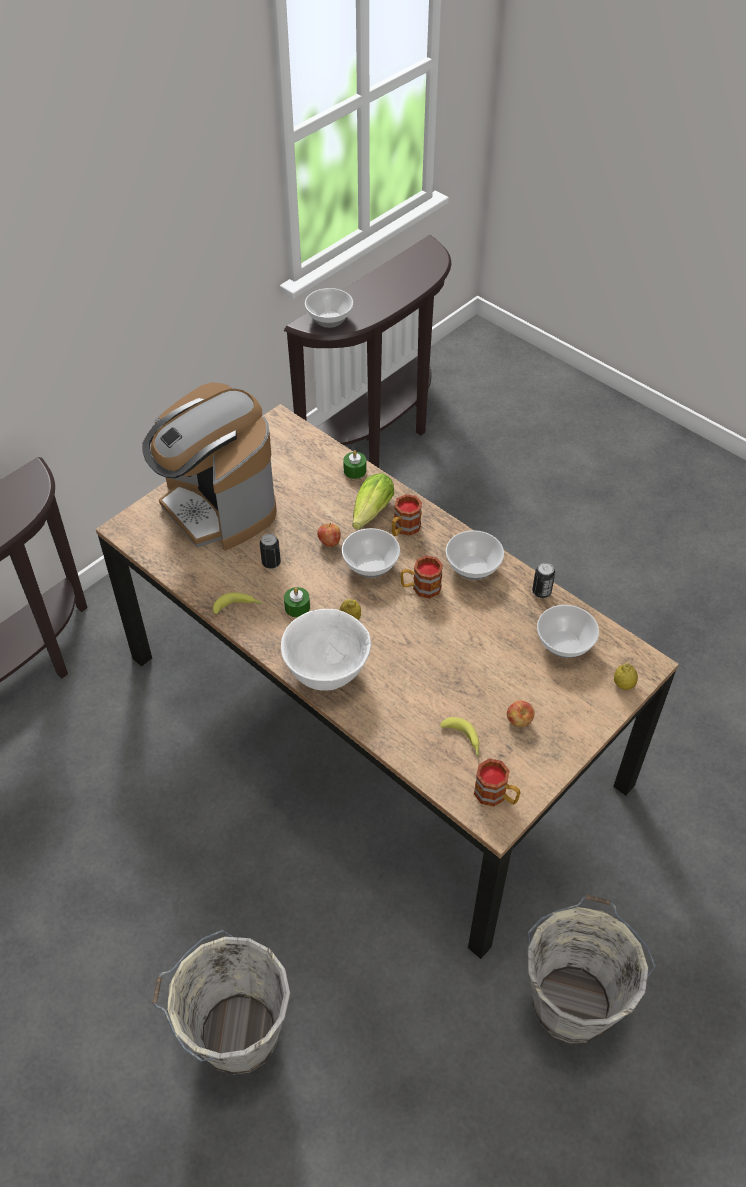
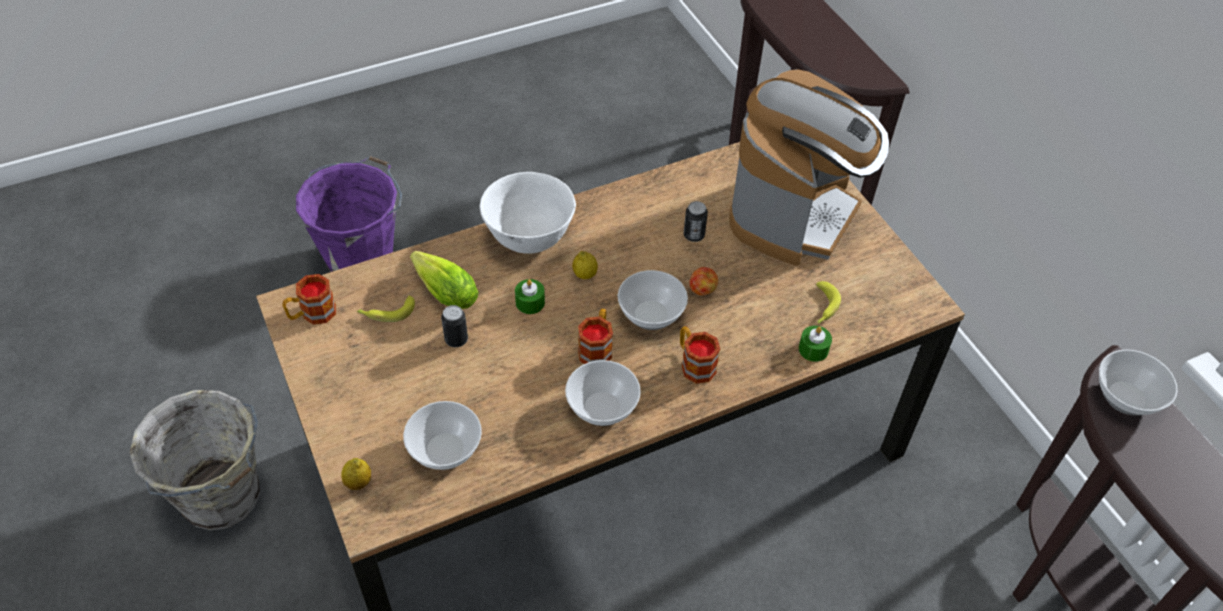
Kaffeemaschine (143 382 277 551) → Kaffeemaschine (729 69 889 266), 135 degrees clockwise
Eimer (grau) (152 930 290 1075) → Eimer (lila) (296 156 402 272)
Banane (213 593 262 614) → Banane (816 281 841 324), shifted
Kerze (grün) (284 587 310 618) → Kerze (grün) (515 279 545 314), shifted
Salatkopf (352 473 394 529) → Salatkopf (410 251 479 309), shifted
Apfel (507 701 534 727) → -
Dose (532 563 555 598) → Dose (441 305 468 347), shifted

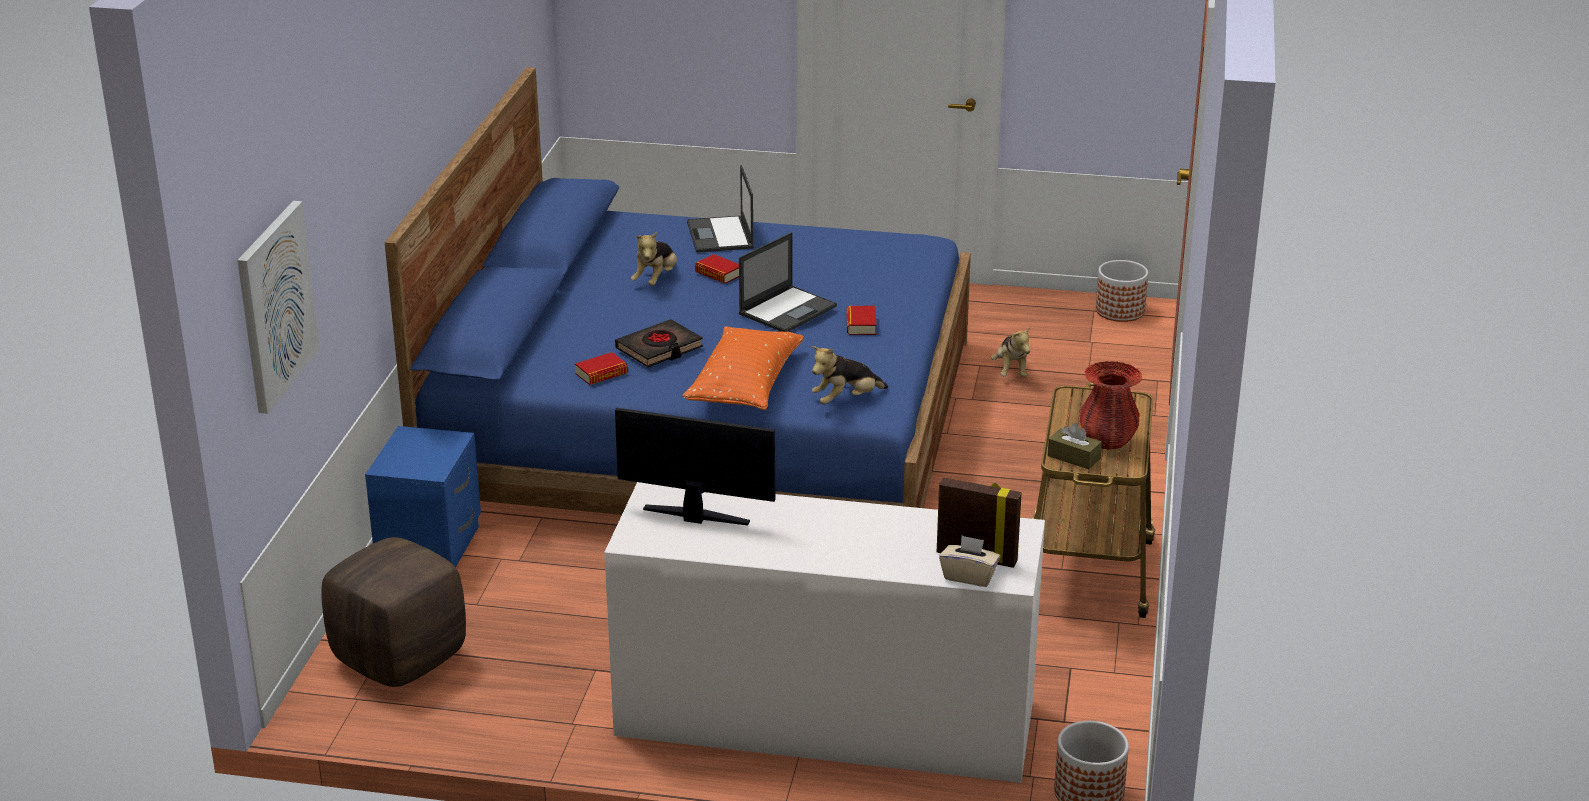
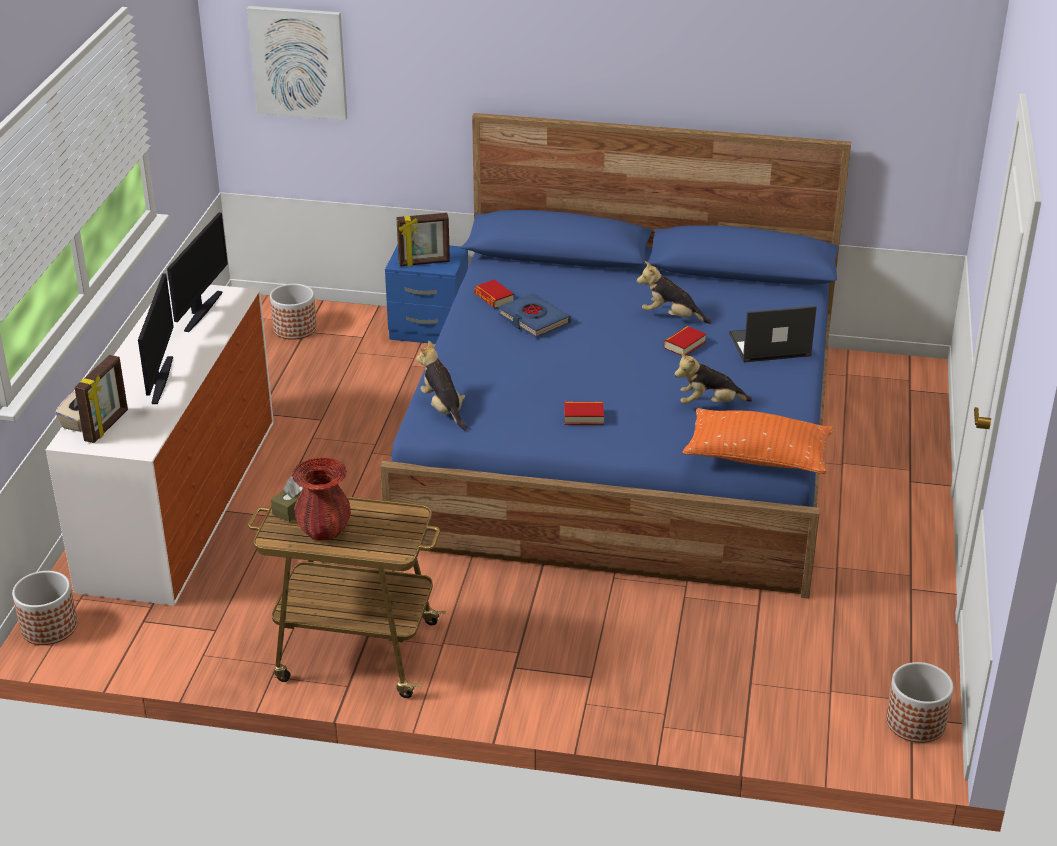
Polsterhocker (braun) (321 537 466 687) → Pflanzkübel (270 284 317 340)
Buch (schwarz) (615 319 703 367) → Buch (blau) (498 293 571 338)
Kissen (orange) (683 326 804 410) → Kissen (orange) (683 408 833 474), shifted
Laptop (739 232 837 332) → -
Plüschtier (991 327 1030 377) → Plüschtier (675 352 753 404), shifted
- → Monitor (138 273 174 404)
- → Bilderrahmen (396 213 450 266)

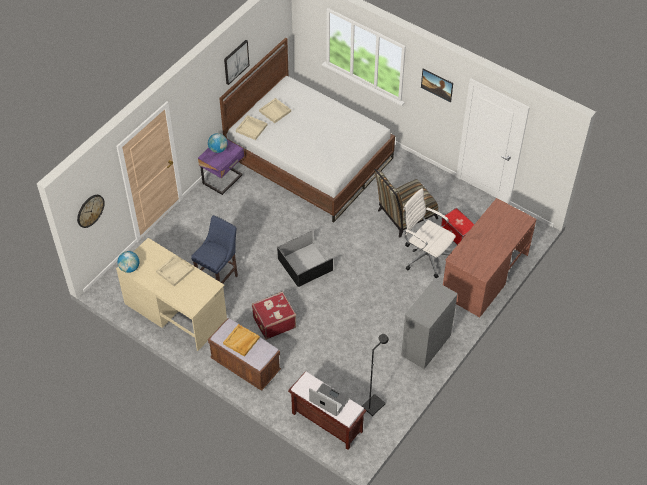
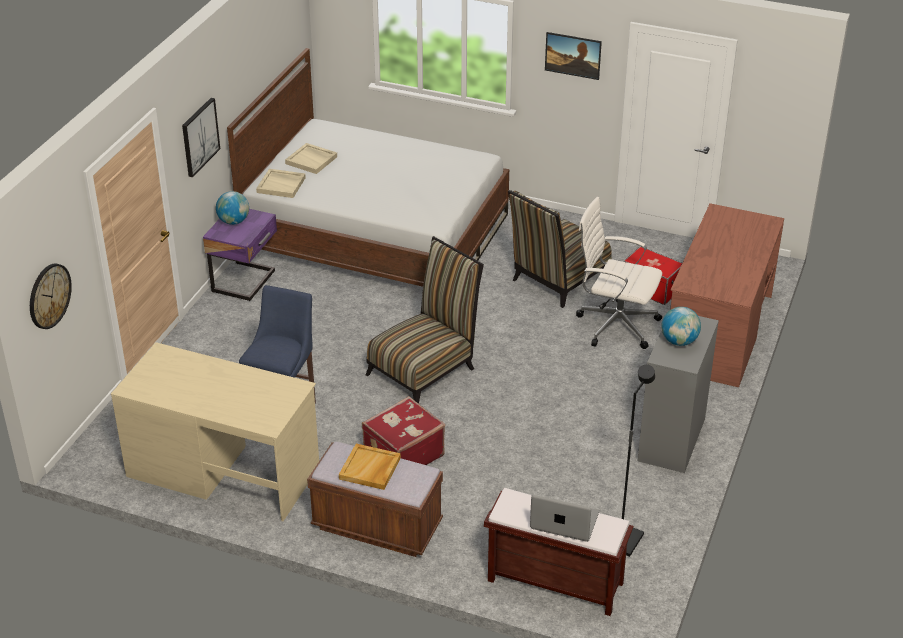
Globus (117 251 139 273) → Globus (661 307 701 346), shifted
Tablett (beige) (156 255 193 286) → -
Bild (224 40 249 85) → Bild (182 98 220 177), shifted
Aufbewahrungsbox (schwarz) (277 231 333 287) → Stuhl (366 236 484 404)

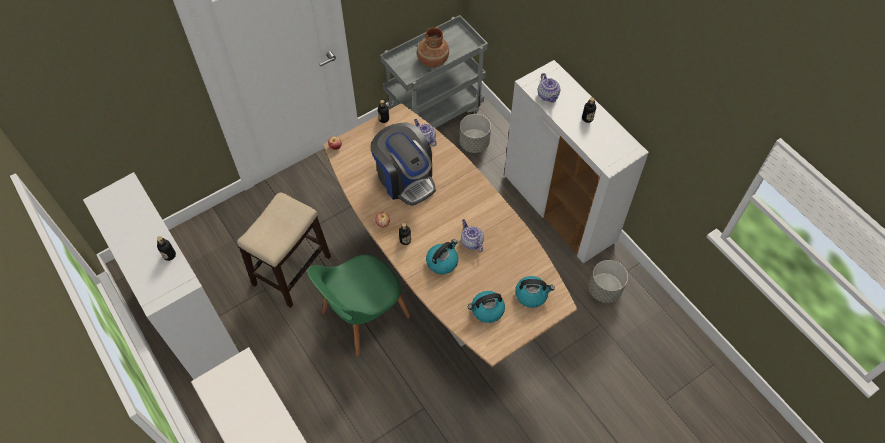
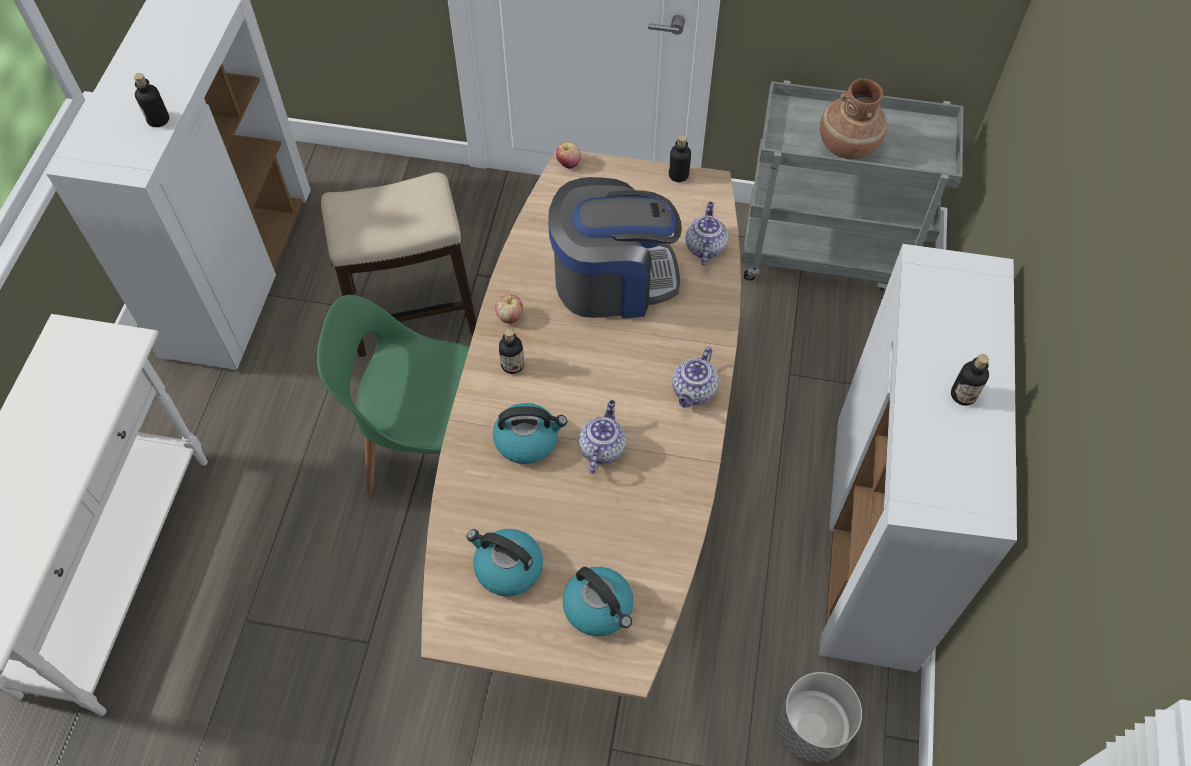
Kaffeemaschine (371 122 436 206) → Kaffeemaschine (548 177 682 319), 105 degrees counterclockwise
Pflanzkübel (grau) (460 114 491 153) → -
Teekanne (538 73 560 103) → Teekanne (672 347 719 408), shifted

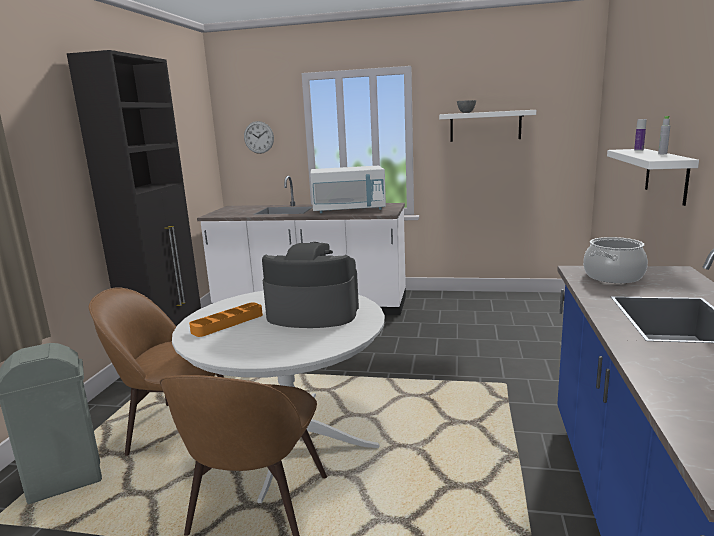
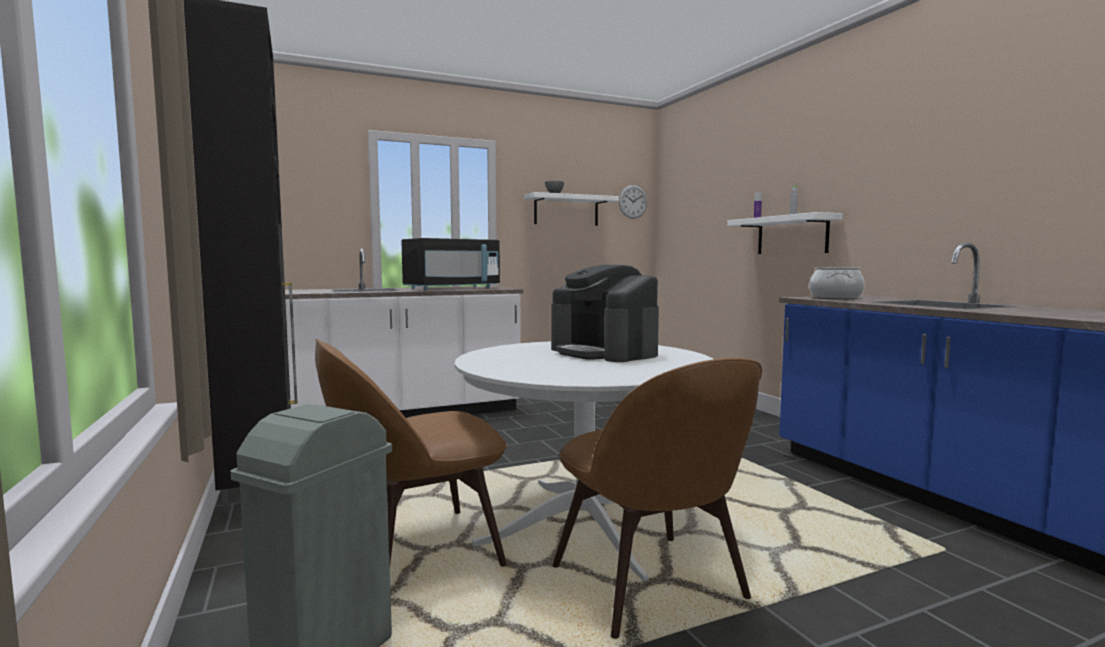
Tablett (orange) (189 302 263 337) → -
Wanduhr (244 121 274 154) → Wanduhr (619 185 647 219), shifted
Kaffeemaschine (262 242 359 328) → Kaffeemaschine (551 265 659 362), 105 degrees counterclockwise
Mikrowelle (weiß) (310 166 386 213) → Mikrowelle (schwarz) (401 238 500 290)

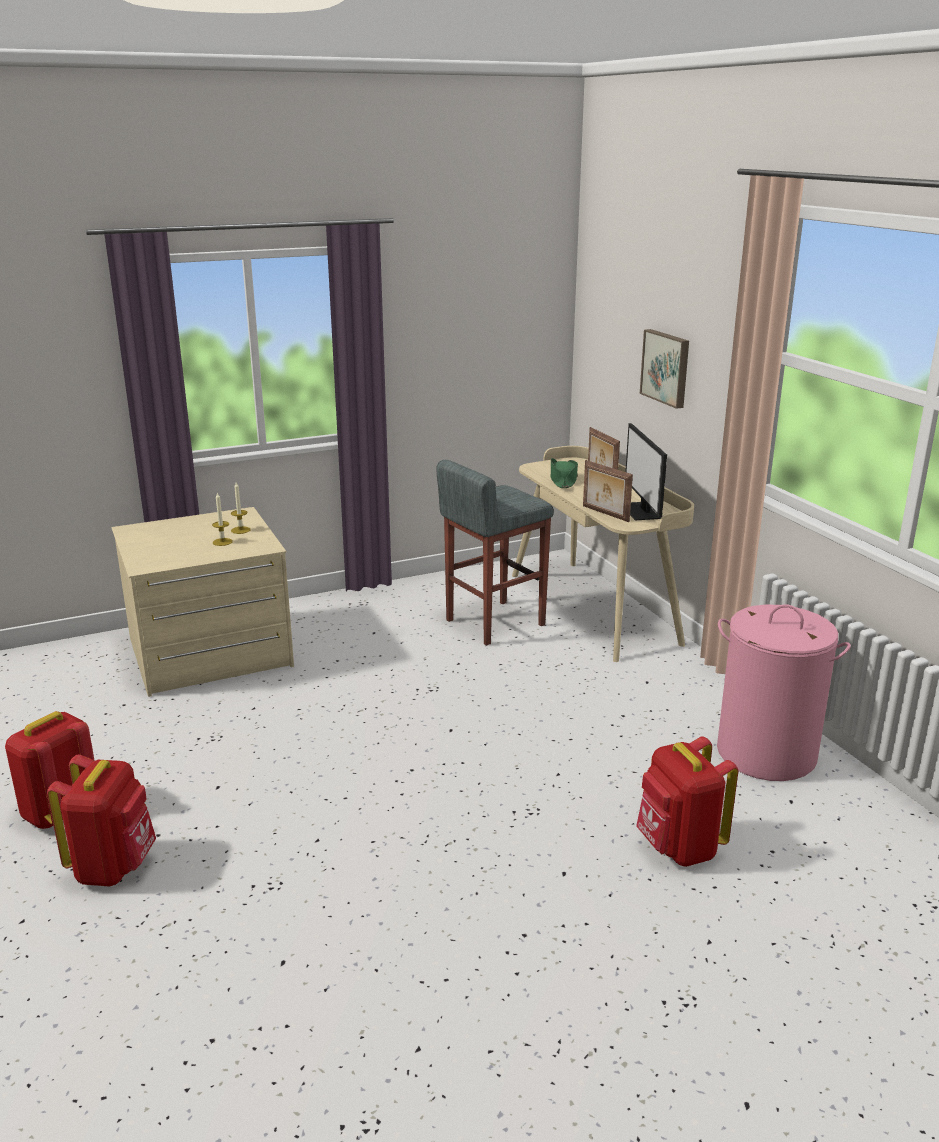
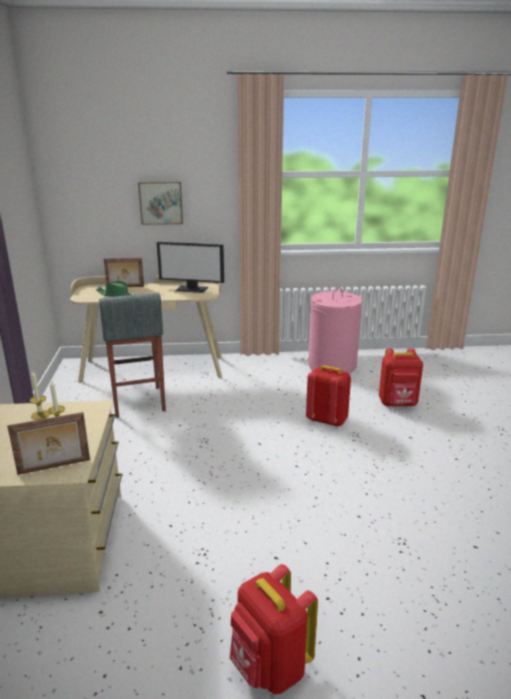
Rucksack (rot) (47 754 156 886) → Rucksack (rot) (306 365 351 427), shifted
Bilderrahmen (583 460 633 522) → Bilderrahmen (7 412 90 475), shifted

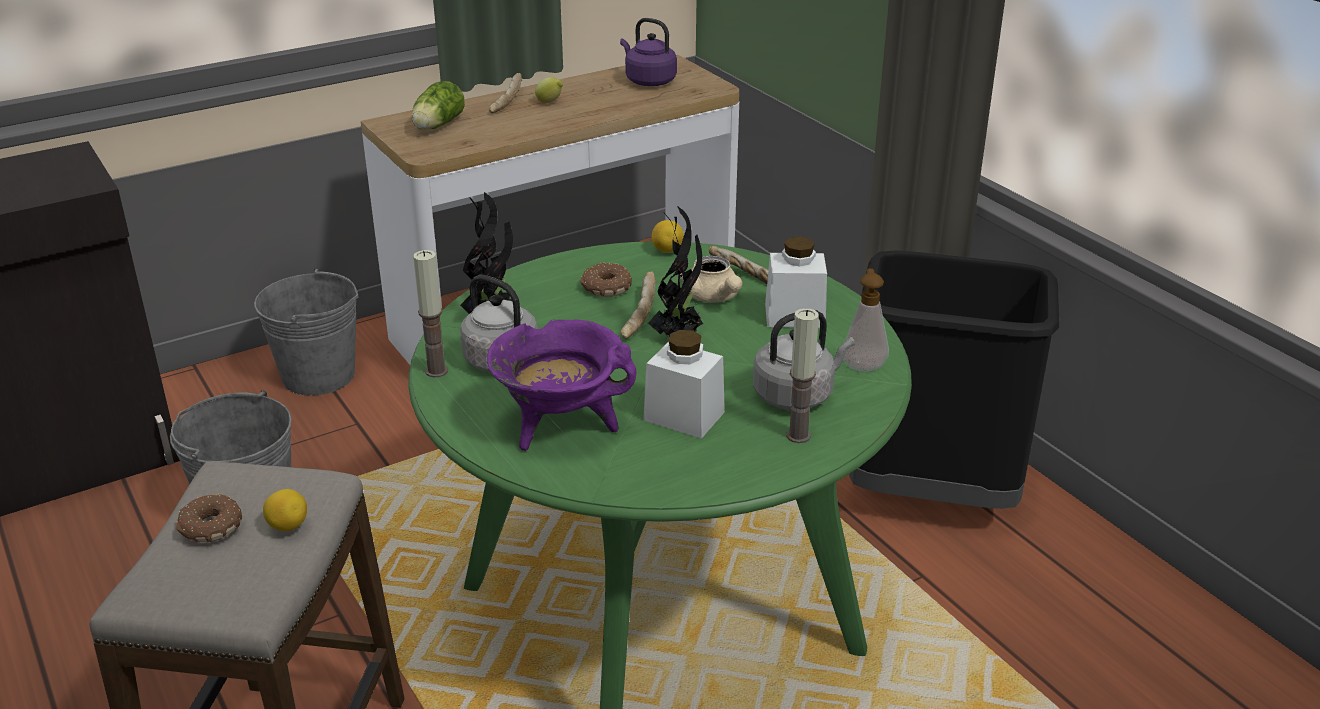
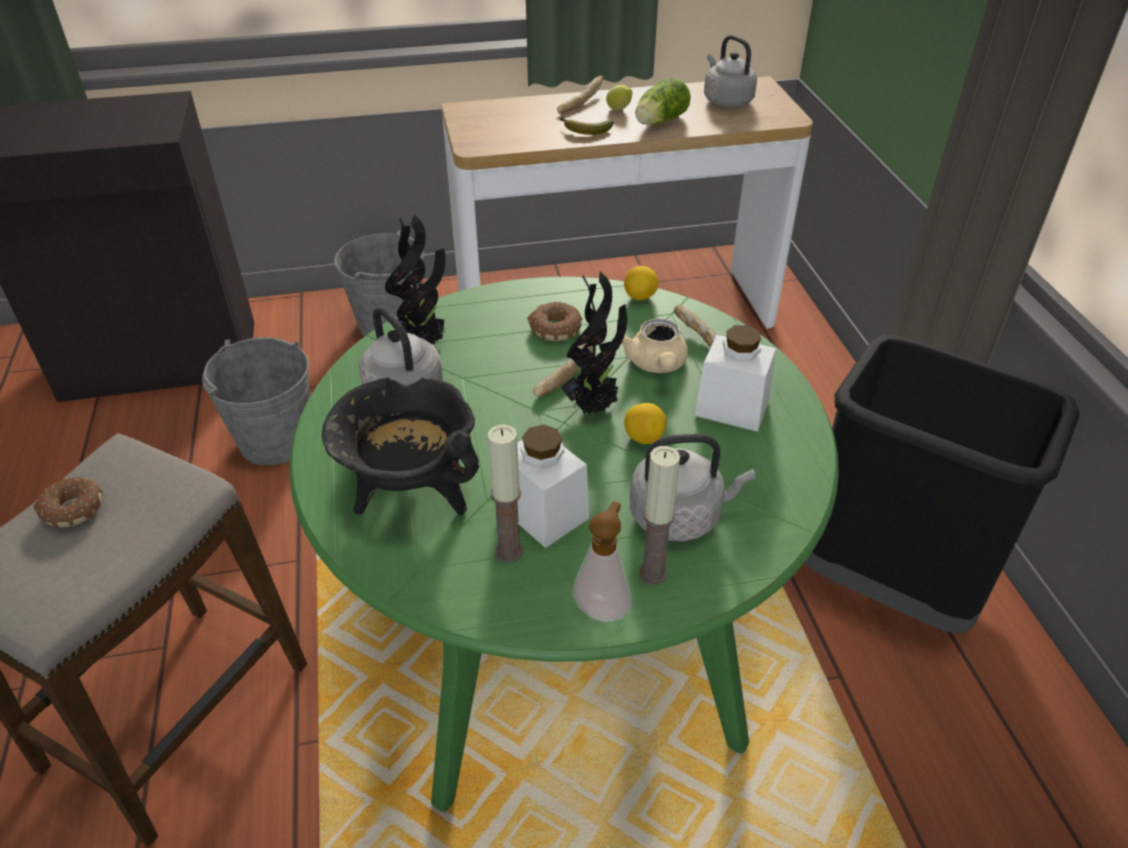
Zitrone (263 489 307 531) → Zitrone (624 403 667 444), shifted
Salatkopf (412 81 465 130) → Salatkopf (635 78 691 125), shifted
Kerze (413 250 448 378) → Kerze (488 424 523 563), shifted
Kochtopf (lila) (487 319 636 451) → Kochtopf (schwarz) (322 377 479 515)
Wasserkessel (lila) (620 18 677 86) → Wasserkessel (grau) (704 35 757 108)
Seifenspender (843 269 889 372) → Seifenspender (573 501 631 622), shifted
- → Banane (560 116 614 135)

